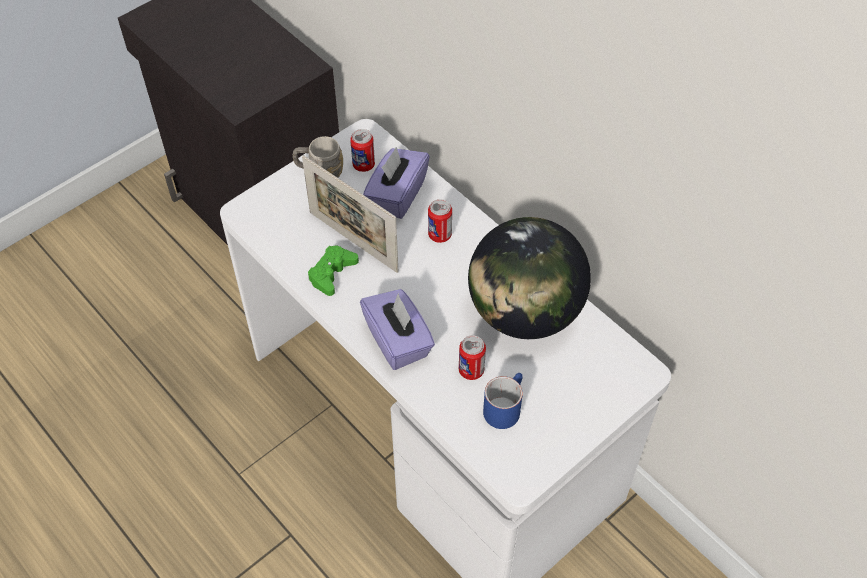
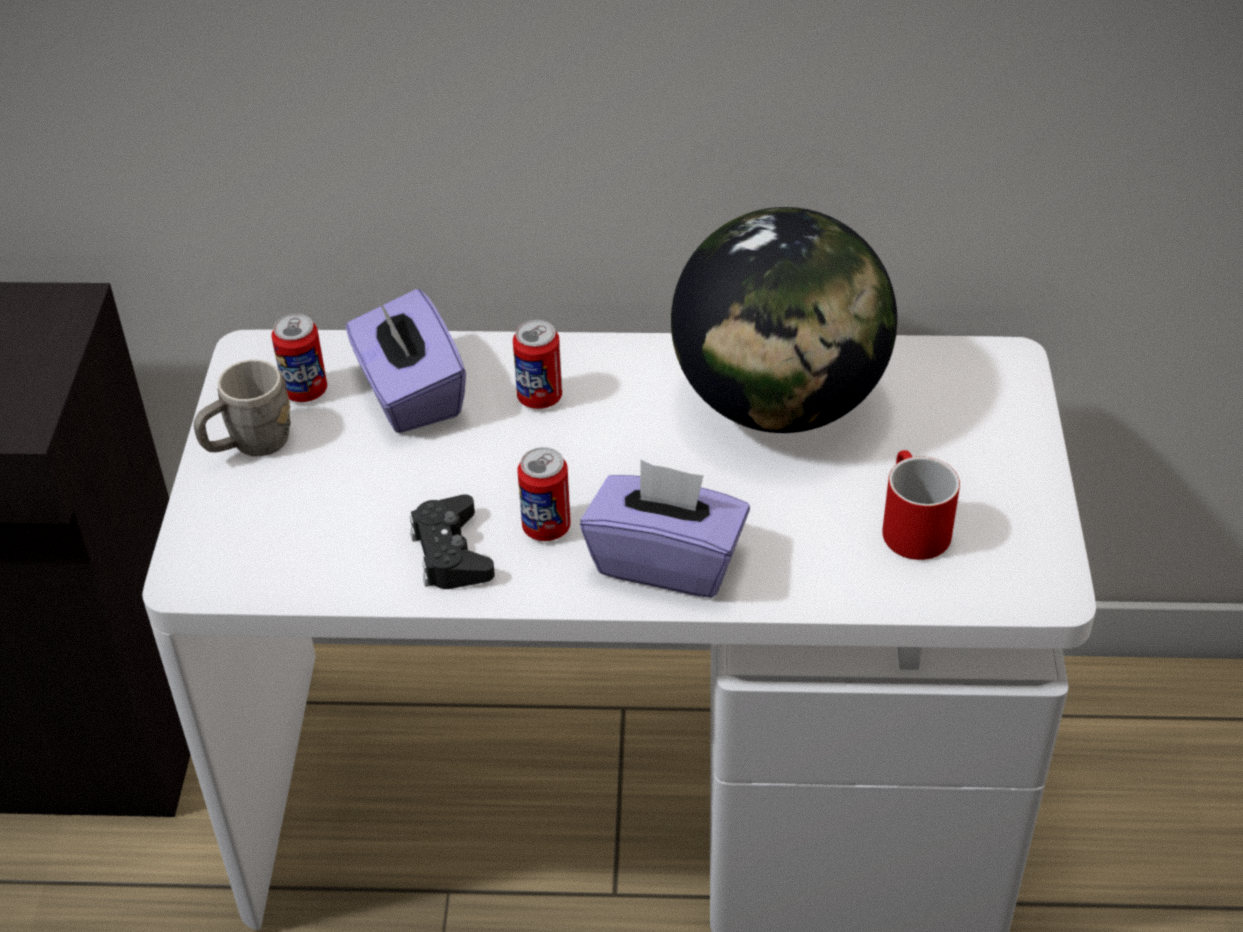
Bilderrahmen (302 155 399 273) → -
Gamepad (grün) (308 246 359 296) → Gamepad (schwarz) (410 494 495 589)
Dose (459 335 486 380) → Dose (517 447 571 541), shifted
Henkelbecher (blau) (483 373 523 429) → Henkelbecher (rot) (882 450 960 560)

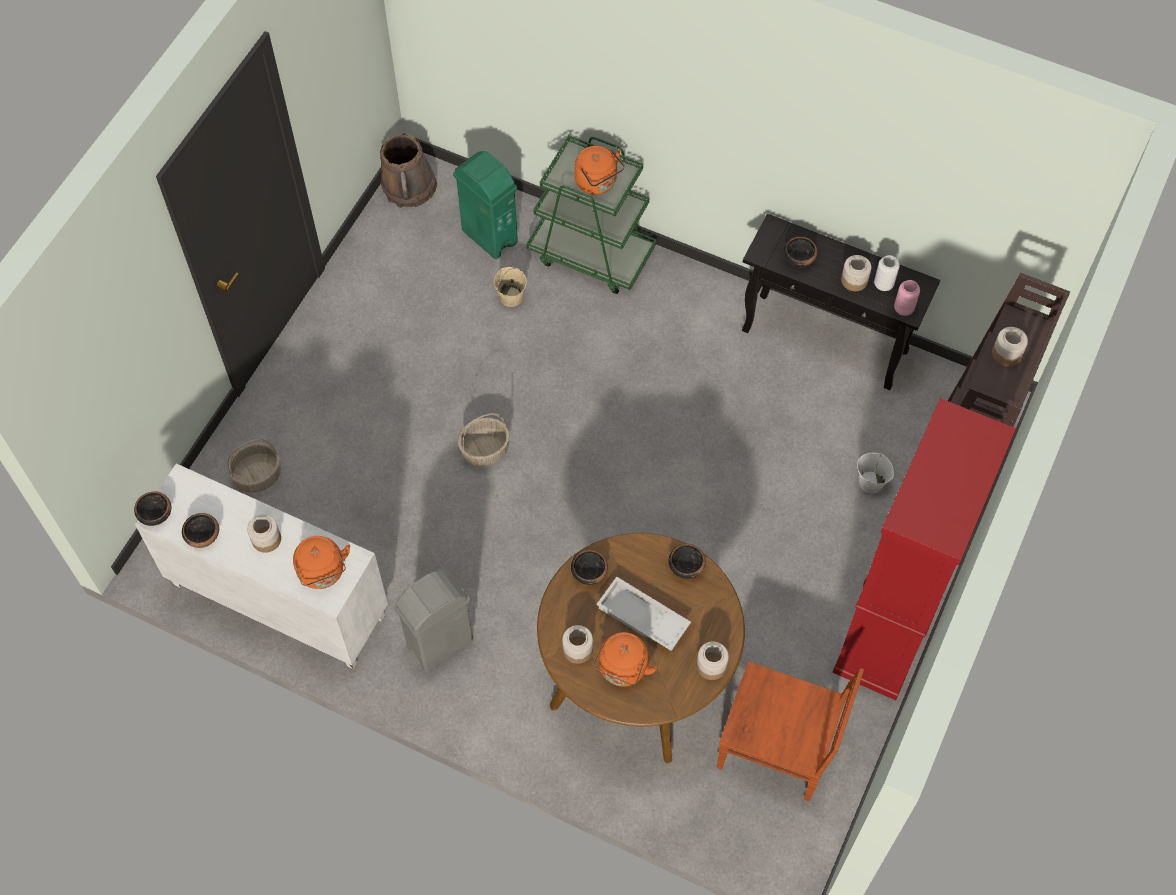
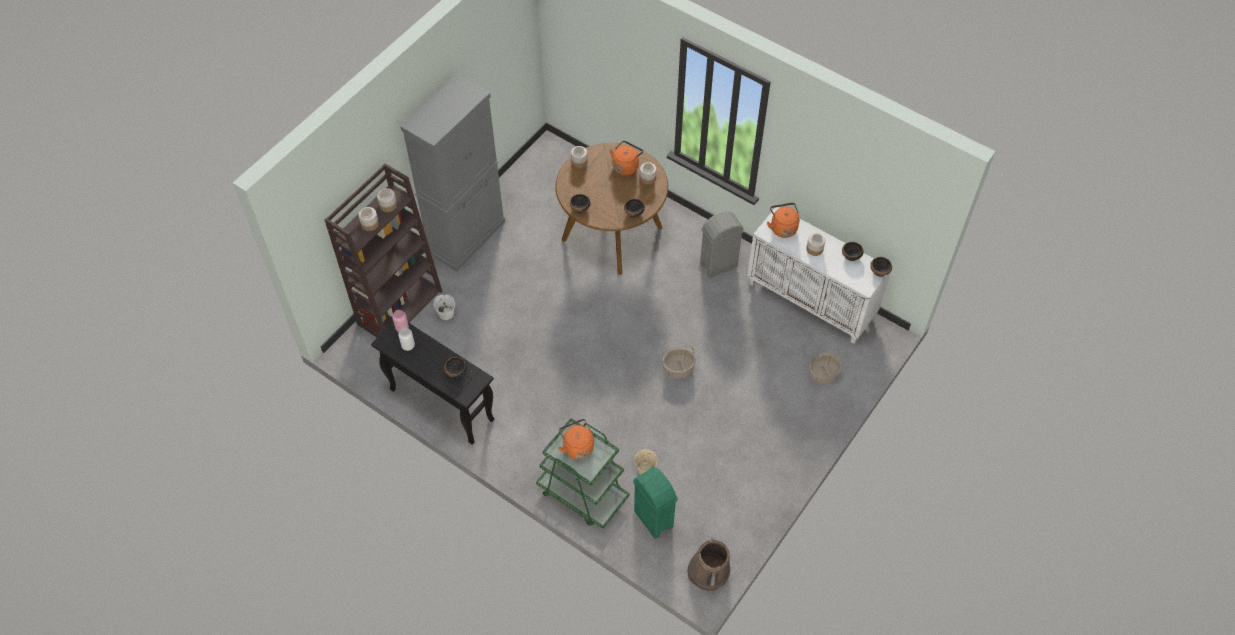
Tablett (weiß) (596 577 691 651) → -
Stuhl (braun) (717 661 864 801) → -
Schrank (rot) (832 398 1016 700) → Schrank (grau) (400 75 505 272)
Vorratsglas (841 255 871 291) → Vorratsglas (377 188 397 212), shifted

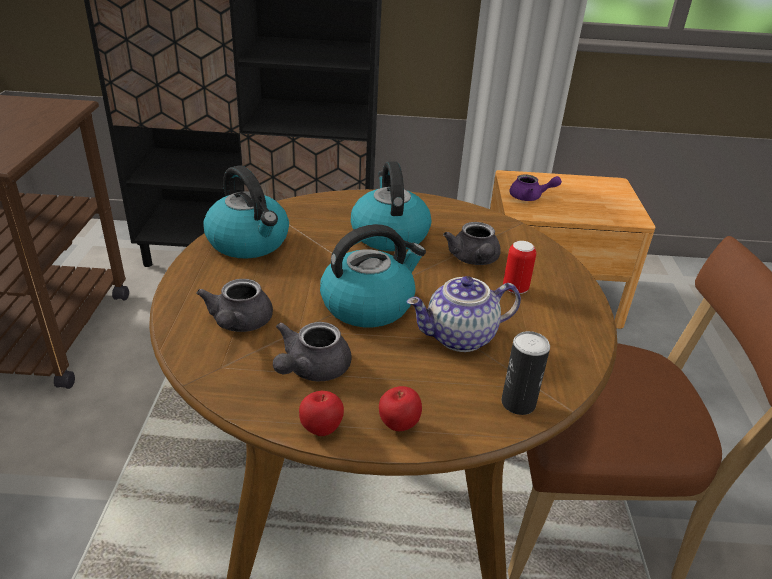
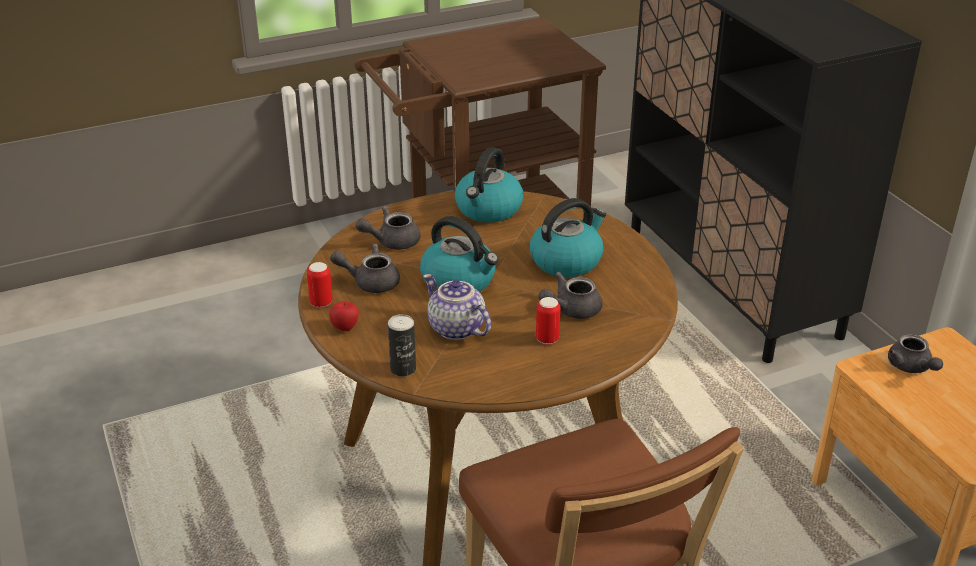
Apfel (299 391 344 436) → Dose (307 262 333 307)
Teekanne (lila) (510 174 562 201) → Teekanne (grau) (888 334 943 373)

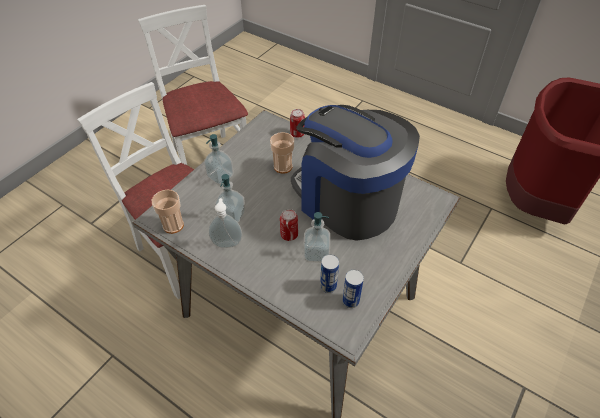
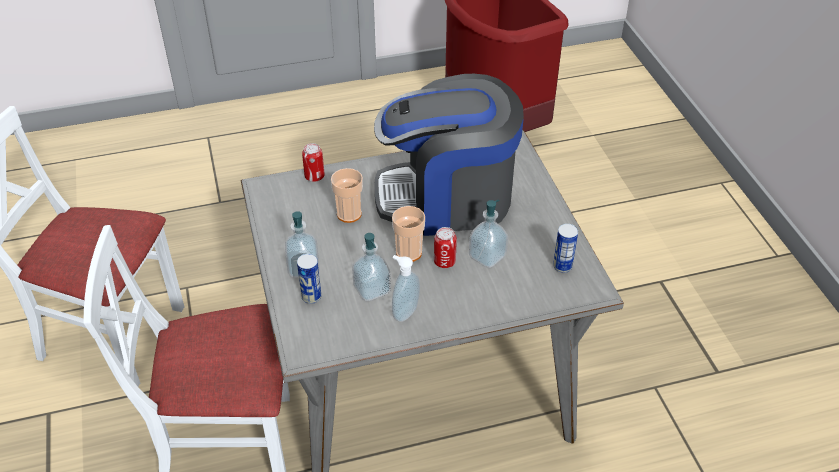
Tasse (152 189 184 234) → Tasse (392 206 425 262), shifted
Dose (320 254 339 293) → Dose (297 254 321 304), shifted

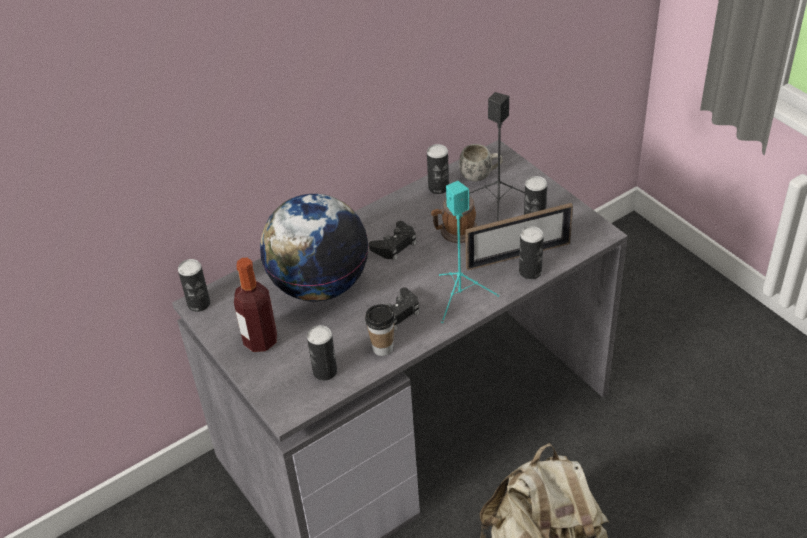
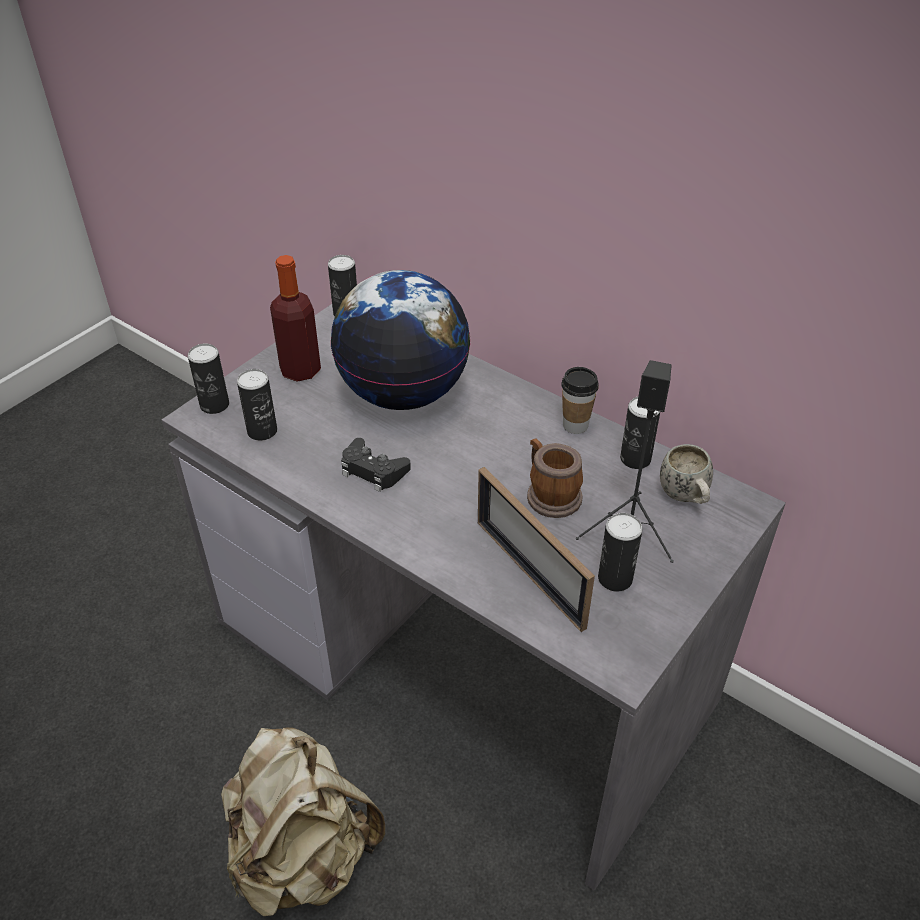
Tasse (365 304 395 356) → Tasse (561 367 599 434), shifted
Gamepad (schwarz) (369 221 417 261) → -
Lautsprecher (türkis) (439 181 499 323) → -
Dose (519 226 544 279) → Dose (188 343 229 414), shifted

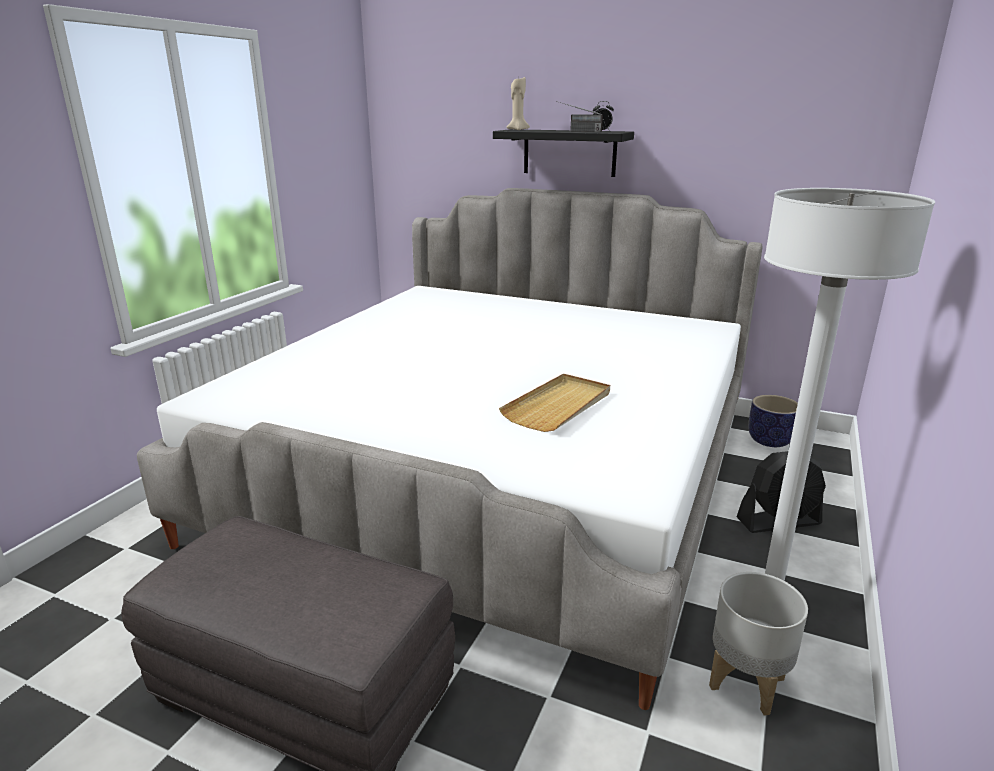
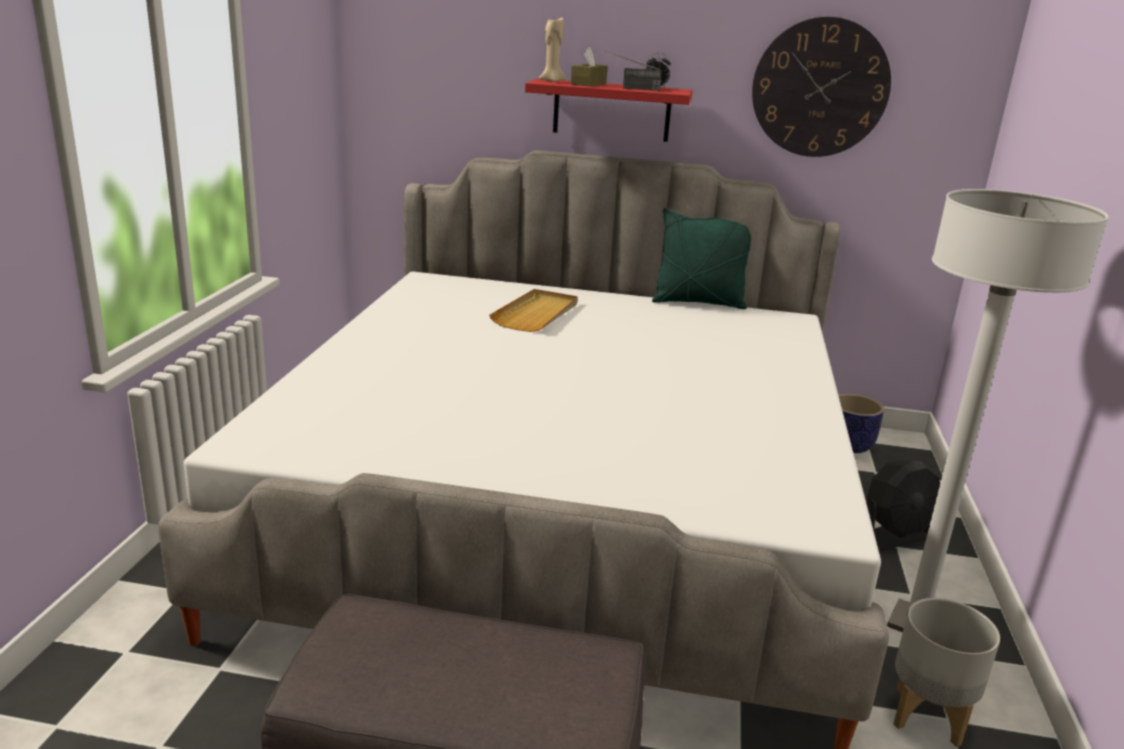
Wandregal (schwarz) (493 129 634 177) → Wandregal (rot) (525 78 693 142)
Tablett (beige) (499 374 610 432) → Tablett (beige) (489 289 578 332), shifted
- → Taschentuchbox (braun) (571 47 608 87)
- → Kissen (grün) (652 208 751 309)
- → Wanduhr (752 17 891 157)

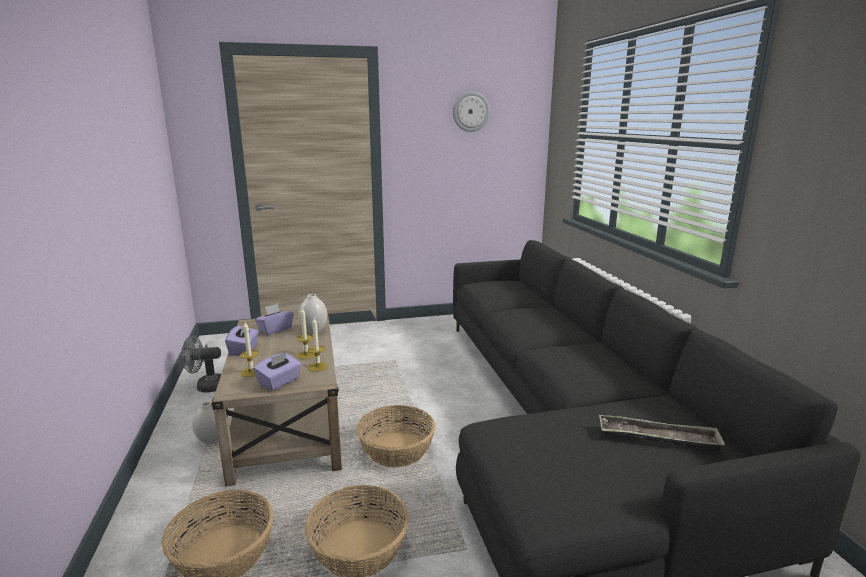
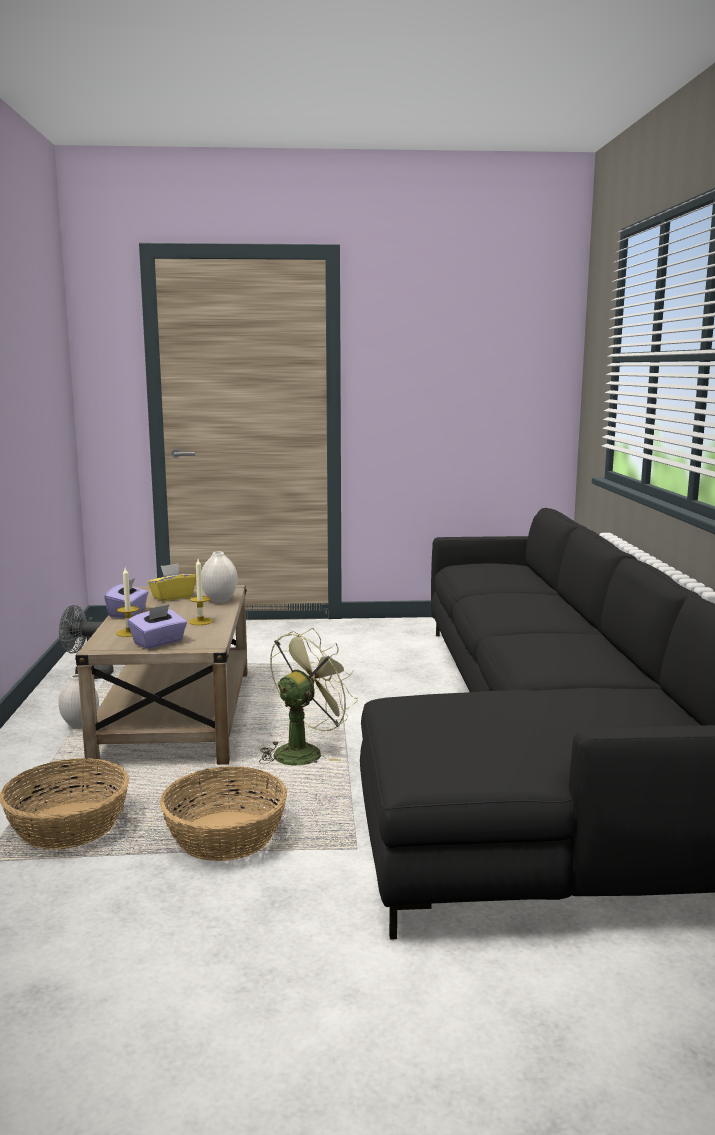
Taschentuchbox (lila) (255 304 293 335) → Taschentuchbox (gelb) (148 564 196 601)
Kerze (308 318 328 372) → -
Korb (357 405 436 467) → Ventilator (grün) (259 628 358 765)
Wanduhr (453 91 490 132) → -
Tablett (599 414 725 451) → -

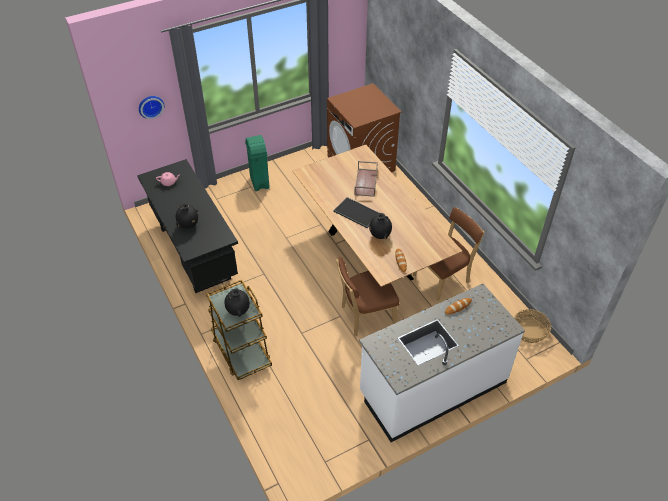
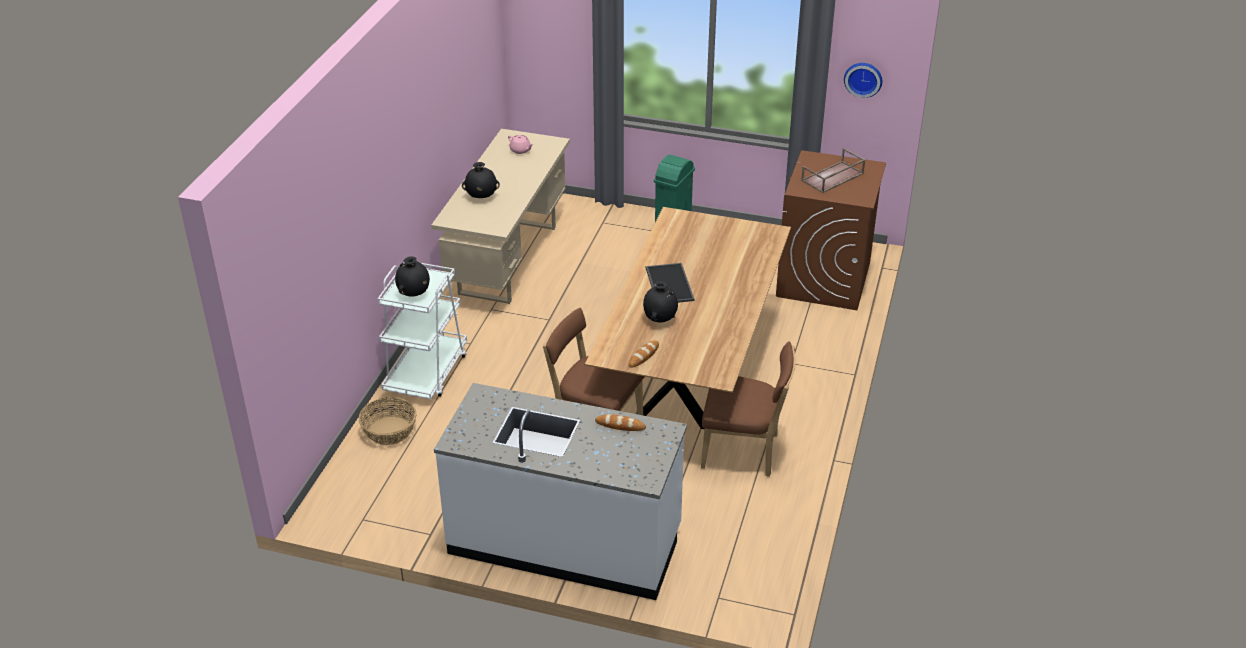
Schreibtisch (schwarz) (137 159 238 293) → Schreibtisch (beige) (431 129 570 304)
Wanduhr (139 96 164 119) → Wanduhr (844 63 882 98), shifted
Rollwagen (braun) (206 280 272 380) → Rollwagen (weiß) (377 263 467 399)
Tablett (braun) (354 161 378 197) → Tablett (braun) (801 148 865 193), shifted
Korb (514 309 551 343) → Korb (359 397 417 445), shifted

